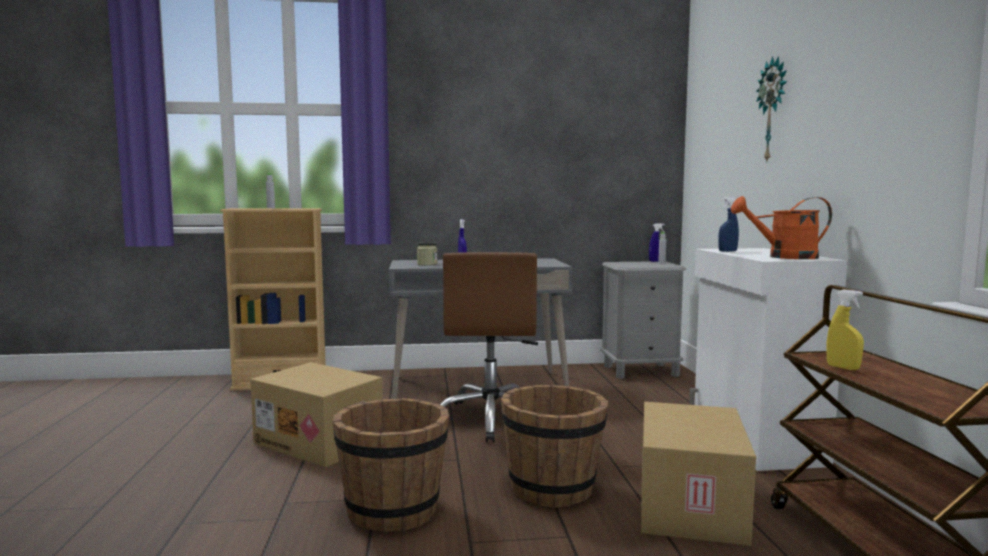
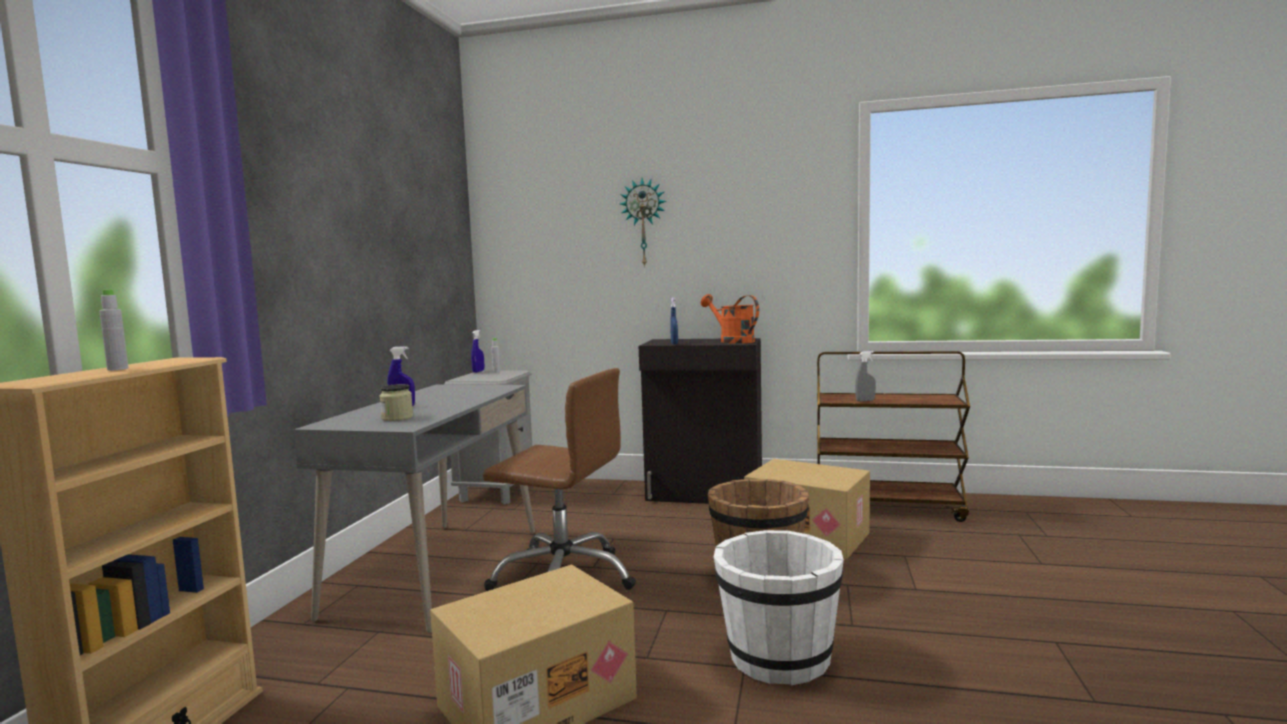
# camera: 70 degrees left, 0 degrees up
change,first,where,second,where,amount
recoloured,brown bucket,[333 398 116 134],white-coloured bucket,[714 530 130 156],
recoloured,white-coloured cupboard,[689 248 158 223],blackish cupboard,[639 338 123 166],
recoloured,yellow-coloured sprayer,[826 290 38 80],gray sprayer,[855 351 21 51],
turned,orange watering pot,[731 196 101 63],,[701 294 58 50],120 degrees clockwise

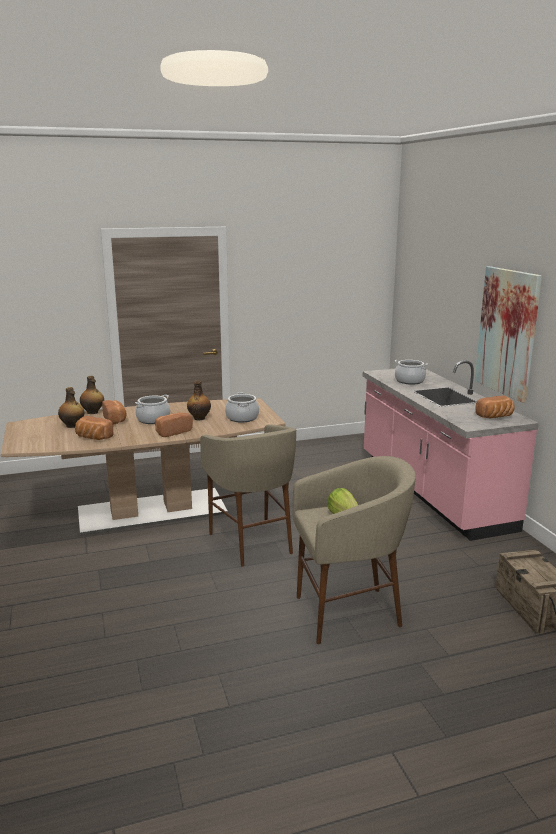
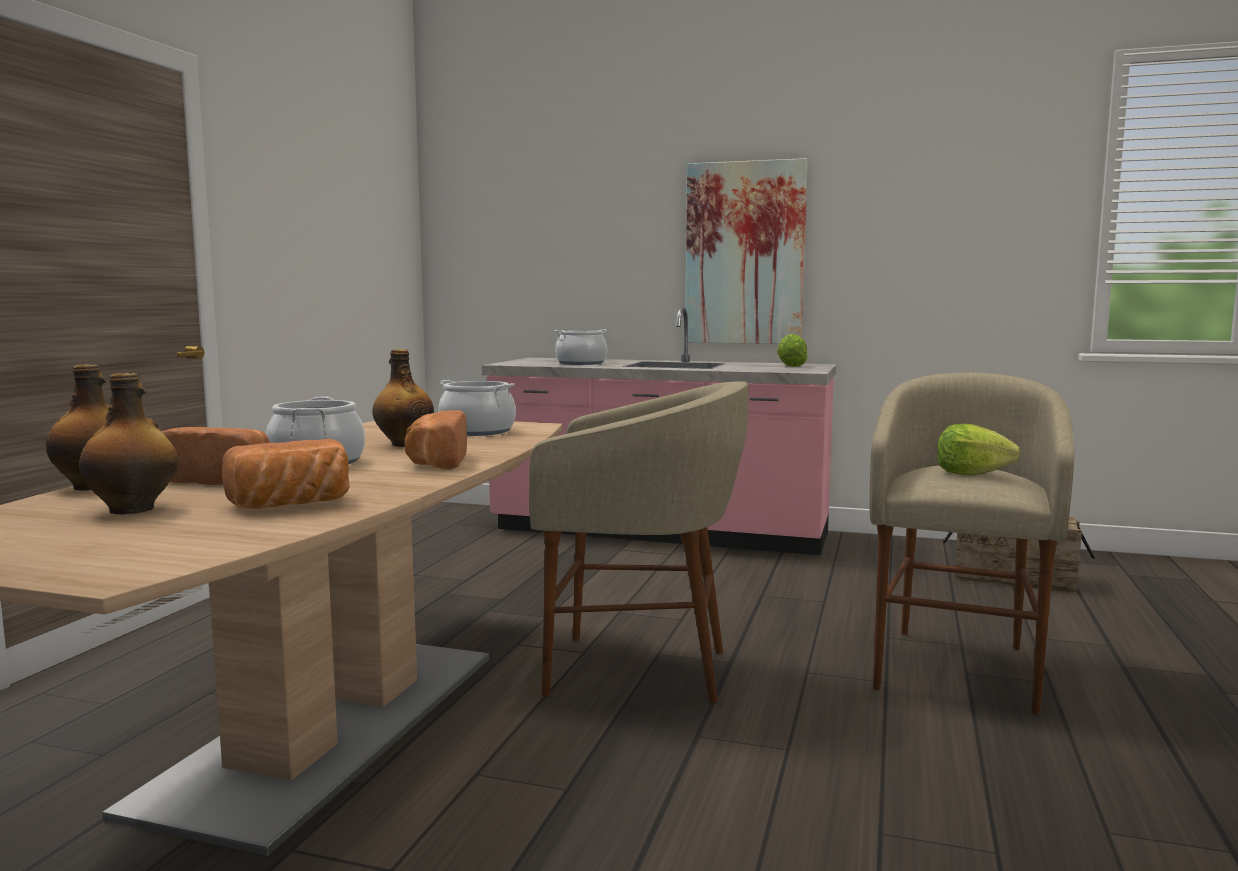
# camera: 55 degrees left, 10 degrees down
change,first,where,second,where,amount
replaced,bakery bread,[476 395 39 24],lettuce,[777 334 31 33],

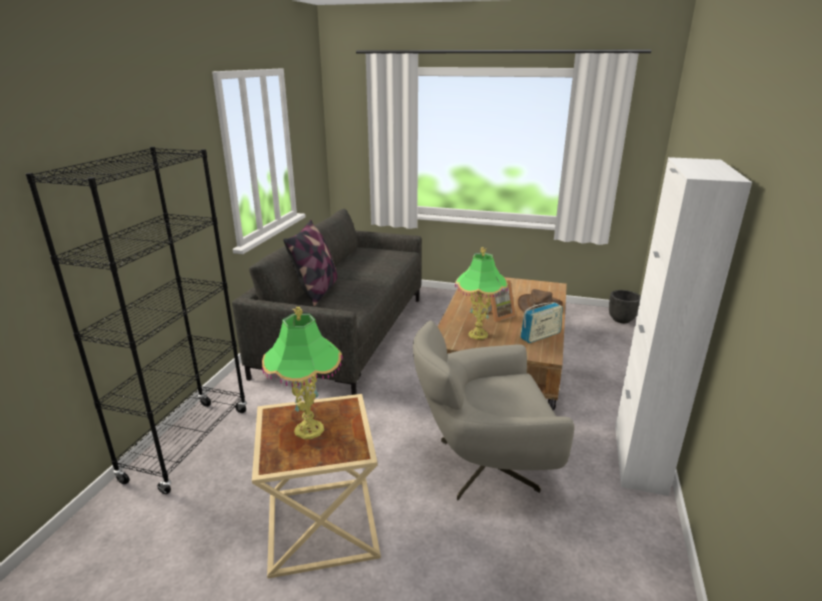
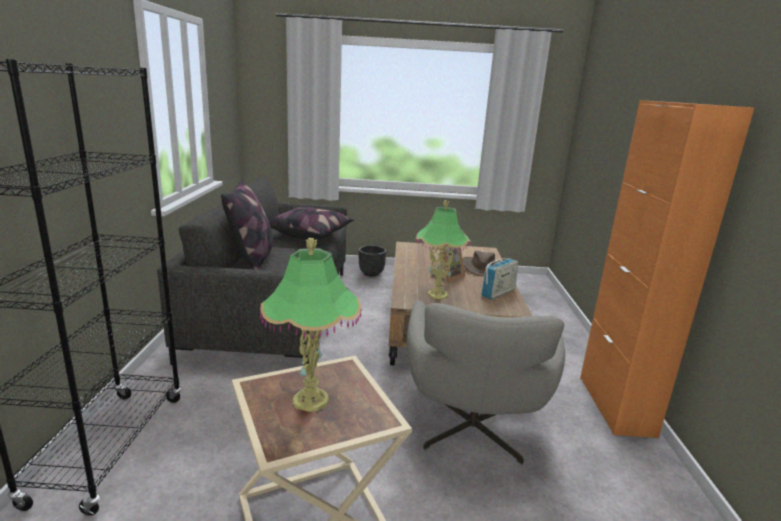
# camera: 15 degrees left, 5 degrees down
change,first,where,second,where,amount
added,,,pillow,[268 207 86 33],
moved,blackish planter,[609 290 32 33],,[359 246 27 30],
recoloured,white-coloured cupboard,[615 157 137 339],orange cupboard,[580 100 174 338],
turned,gray easy chair,[413 321 162 180],,[407 300 158 165],60 degrees counterclockwise

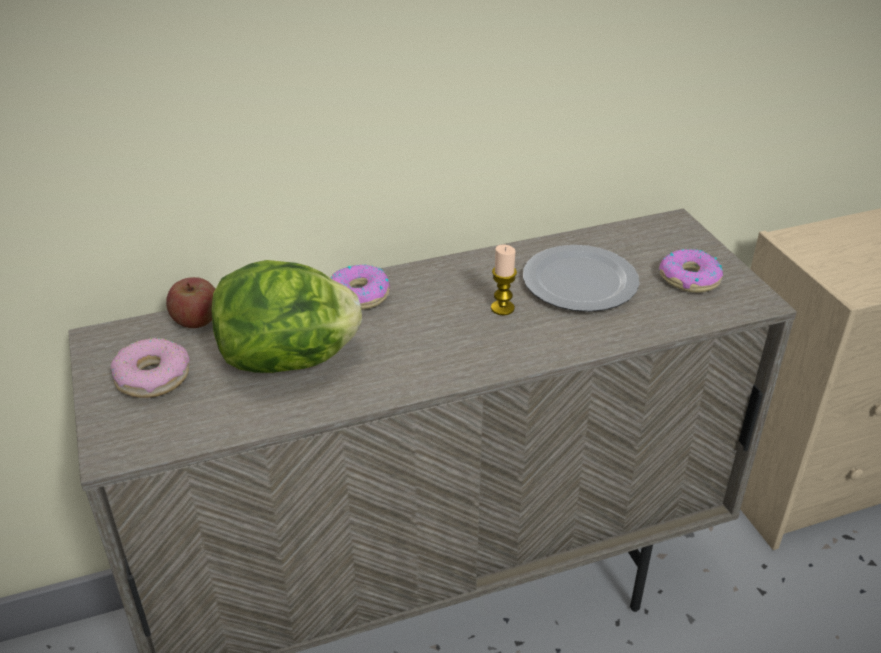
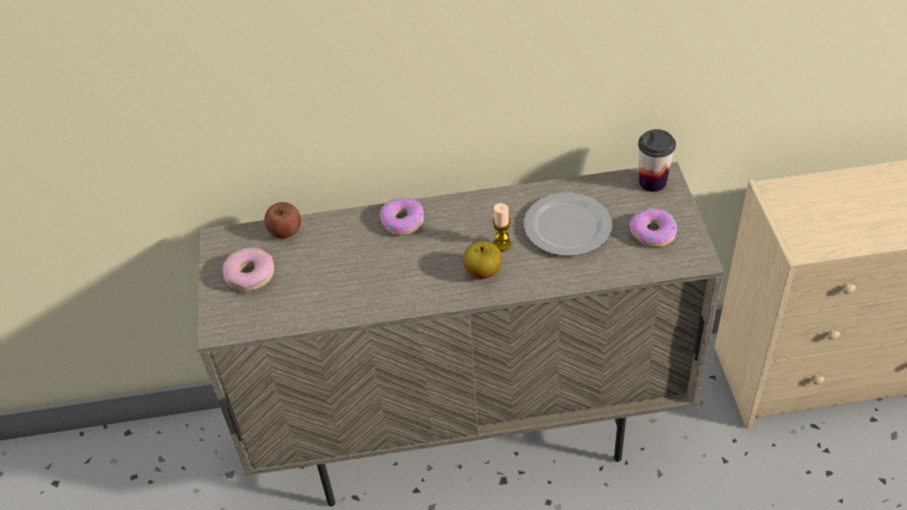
# camera: 15 degrees right, 10 degrees up
change,first,where,second,where,amount
removed,lettuce,[211 260 151 113],,,
added,,,whole apple,[463 241 39 38],
added,,,small cup,[638 129 38 63],

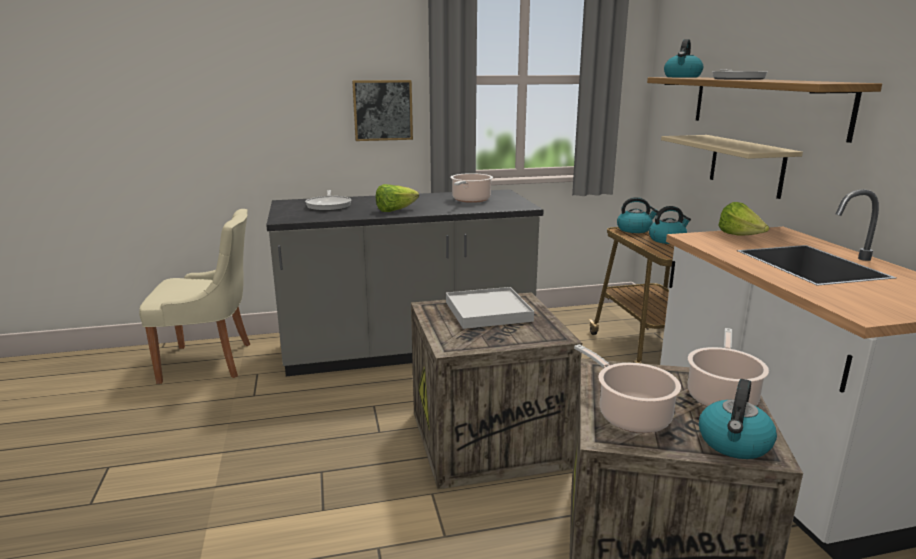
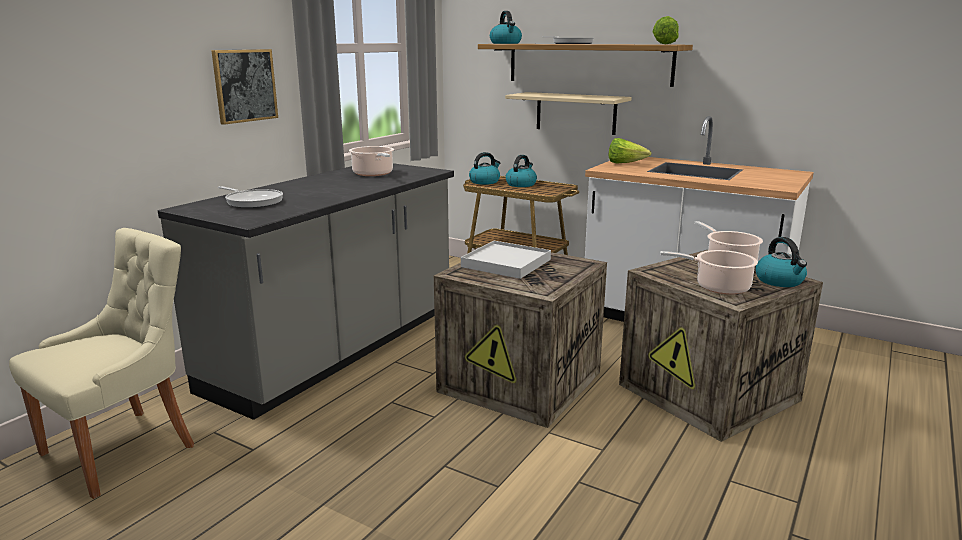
# camera: 45 degrees left, 0 degrees up
change,first,where,second,where,amount
moved,lettuce,[376 184 43 28],,[653 16 26 28],

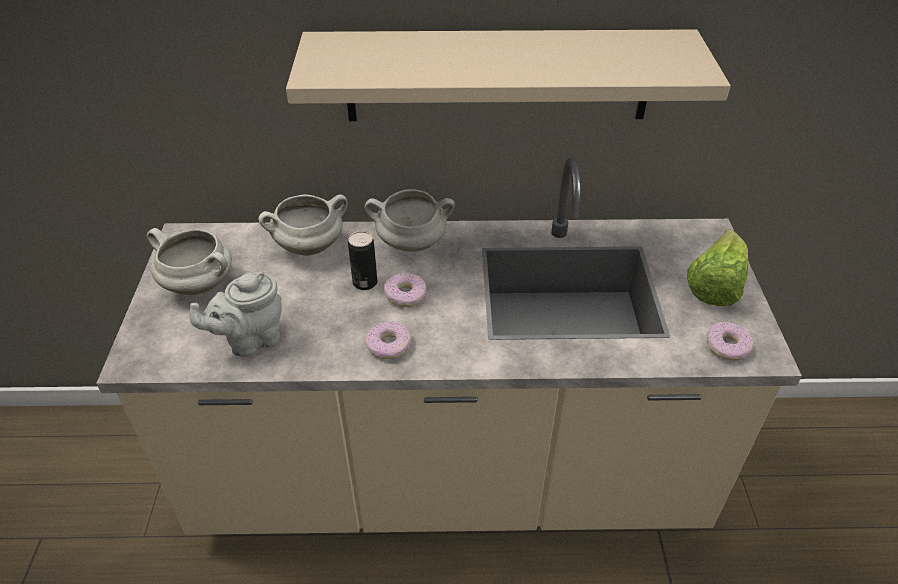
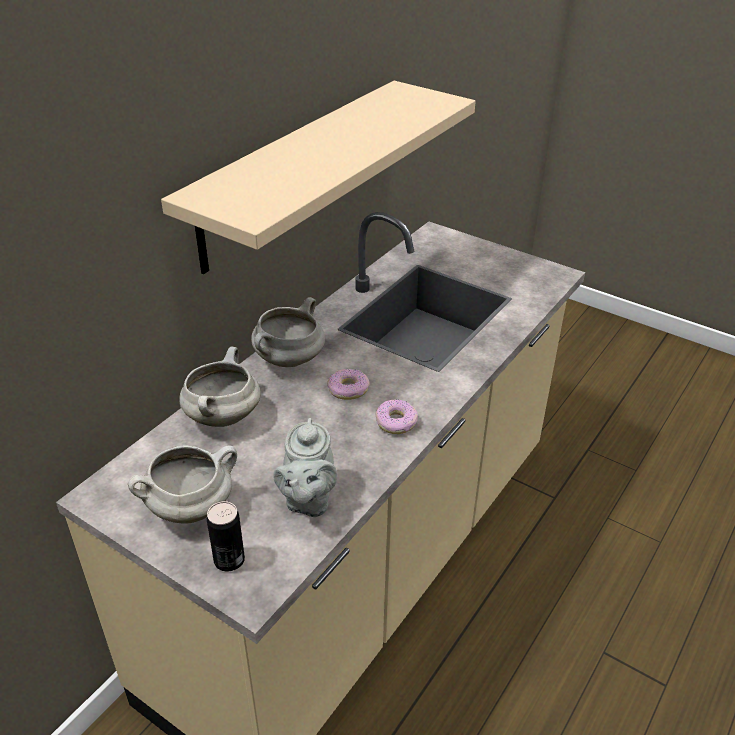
# camera: 55 degrees left, 5 degrees down
change,first,where,second,where,amount
removed,lettuce,[687 229 62 77],,,
removed,doughnut,[707 322 47 39],,,
moved,sealed can,[348 231 29 59],,[207 501 38 70],

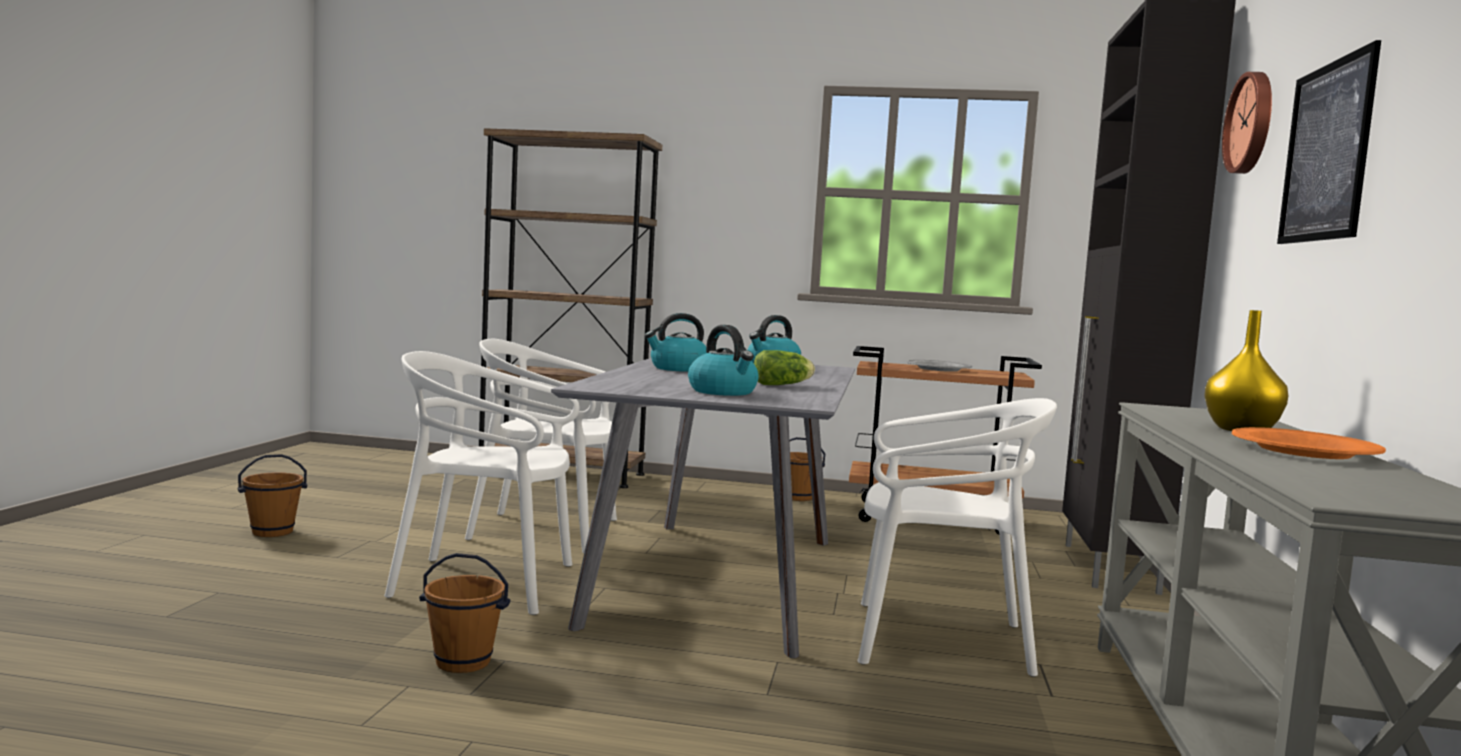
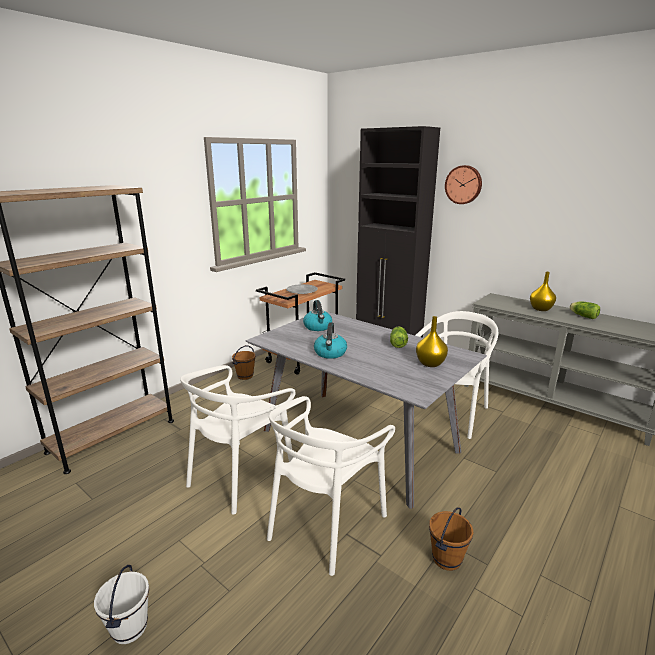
# camera: 60 degrees left, 15 degrees up
change,first,where,second,where,amount
removed,wall picture,[1277 40 104 204],,,
replaced,tea kettle,[688 325 71 71],yellow-coloured flower vase,[416 316 32 51],
replaced,orange dinner plate,[1232 427 154 32],lettuce,[569 301 31 18],
recoloured,brown bucket,[238 454 69 83],white-coloured bucket,[94 565 55 79],

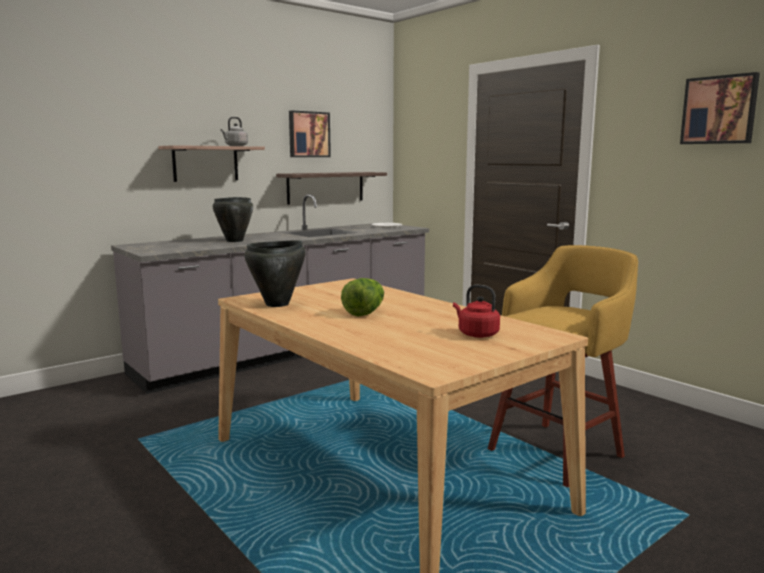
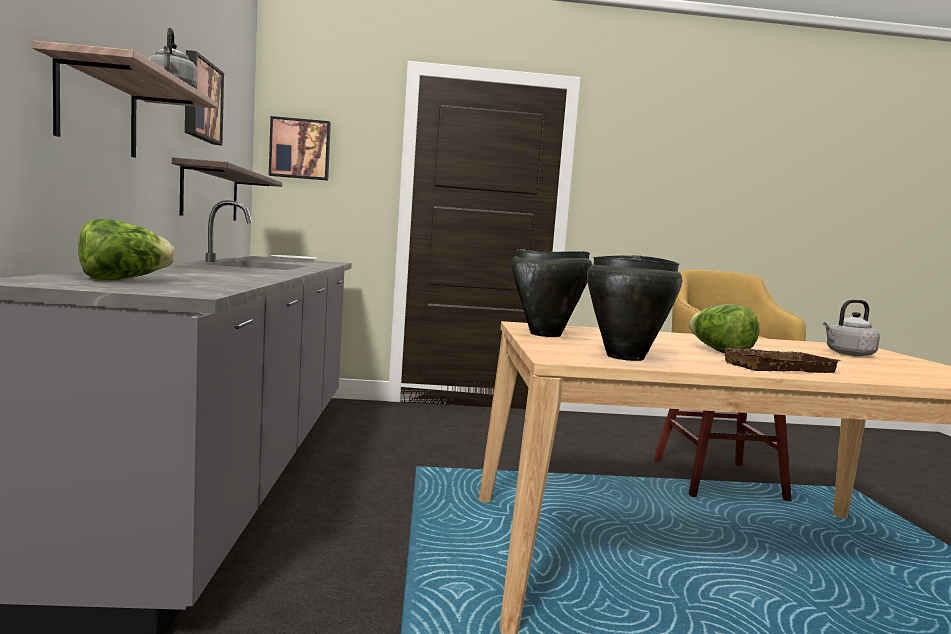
# camera: 55 degrees left, 5 degrees down
change,first,where,second,where,amount
added,,,lettuce,[78 219 97 61],
added,,,brown tray,[720 347 121 26],
moved,blackish cooking pot,[213 197 40 45],,[511 249 82 88],
moved,wall picture,[680 72 80 72],,[269 116 62 65],
recoloured,reddish tea kettle,[453 285 47 53],gray tea kettle,[822 300 58 56],

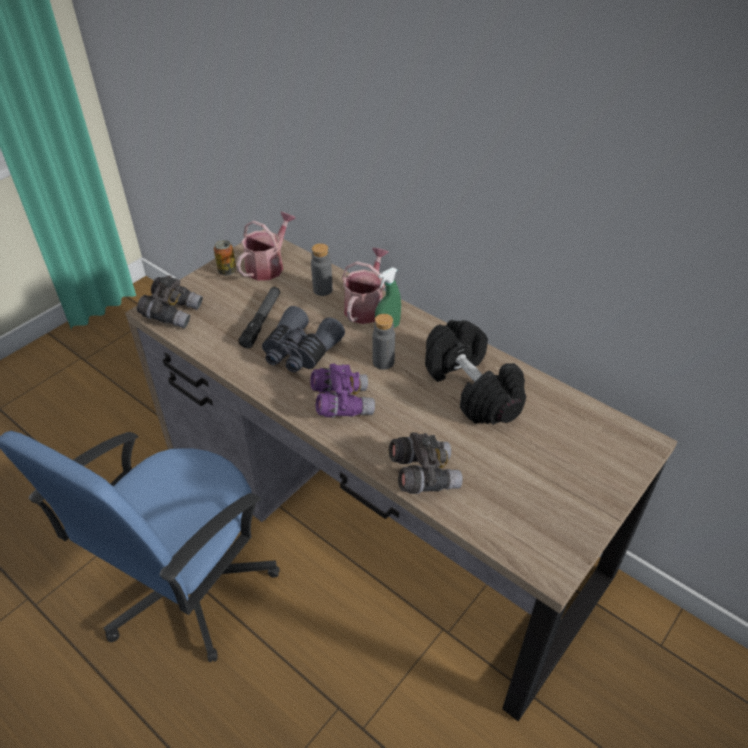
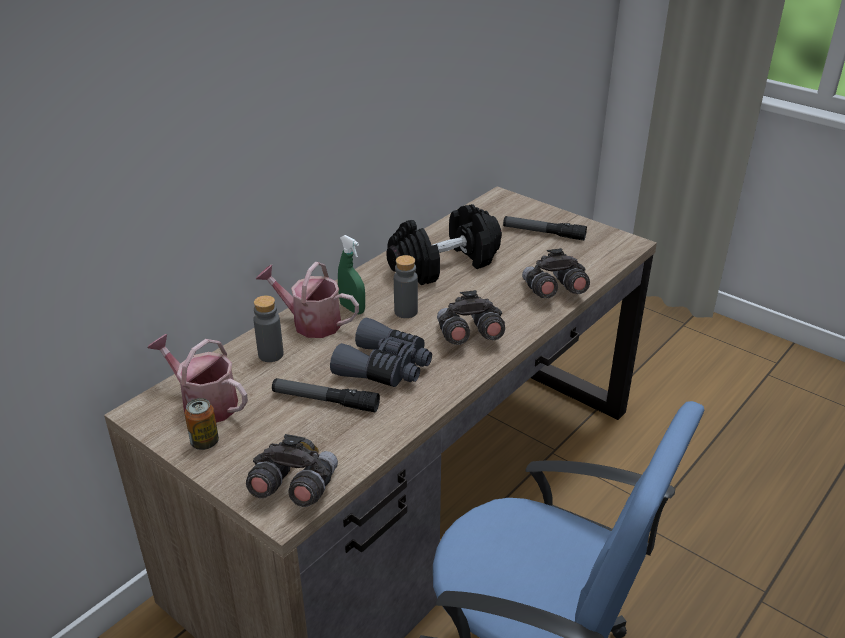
# camera: 90 degrees left, 10 degrees down
change,first,where,second,where,amount
added,,,torch,[503 216 84 24],
recoloured,purple field glasses,[310 363 65 55],gray field glasses,[437 290 68 55],

